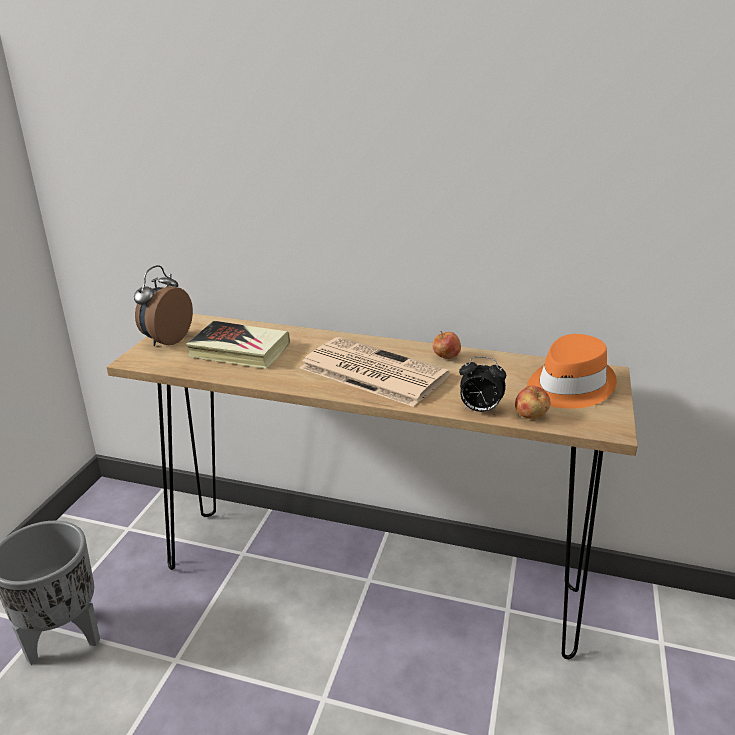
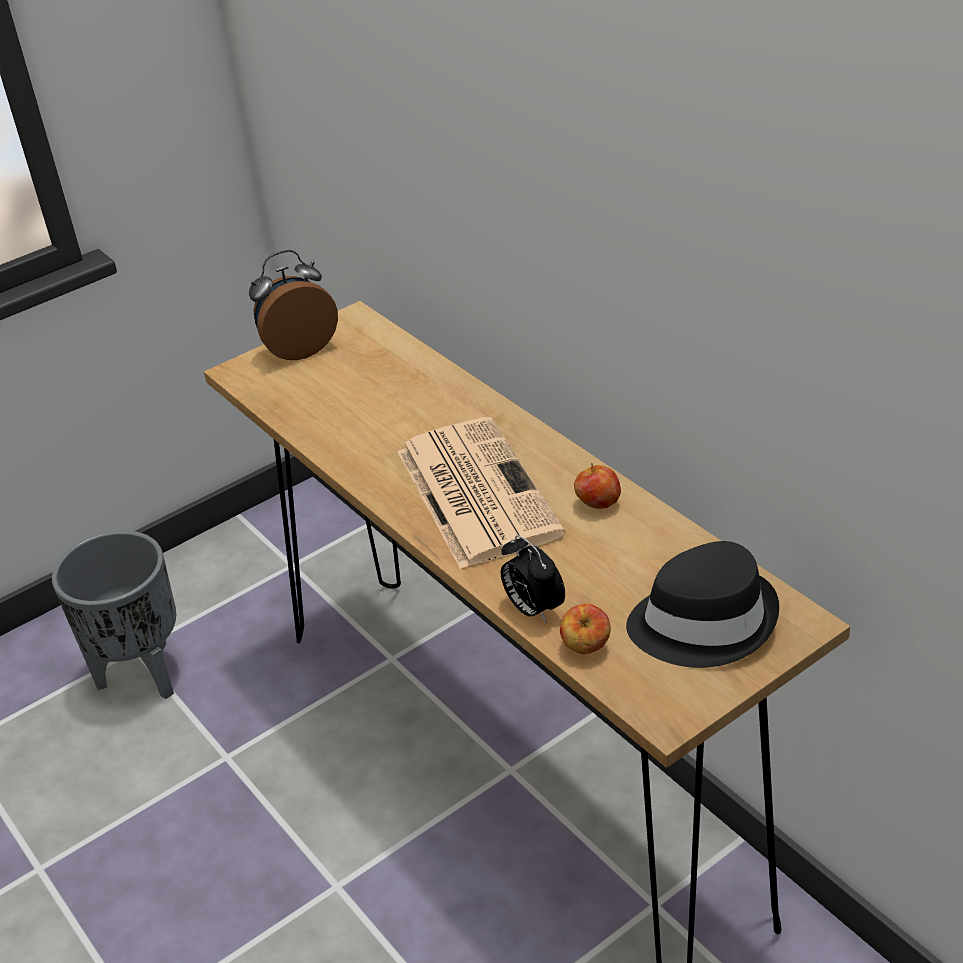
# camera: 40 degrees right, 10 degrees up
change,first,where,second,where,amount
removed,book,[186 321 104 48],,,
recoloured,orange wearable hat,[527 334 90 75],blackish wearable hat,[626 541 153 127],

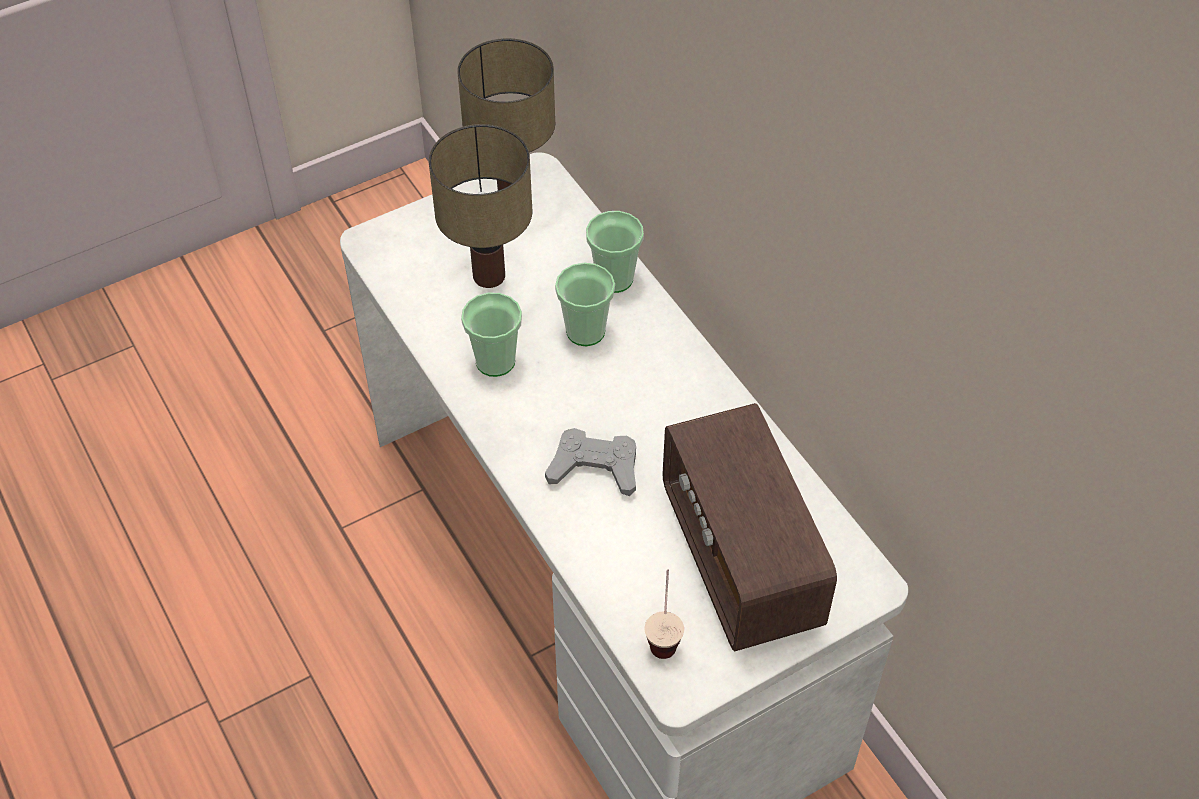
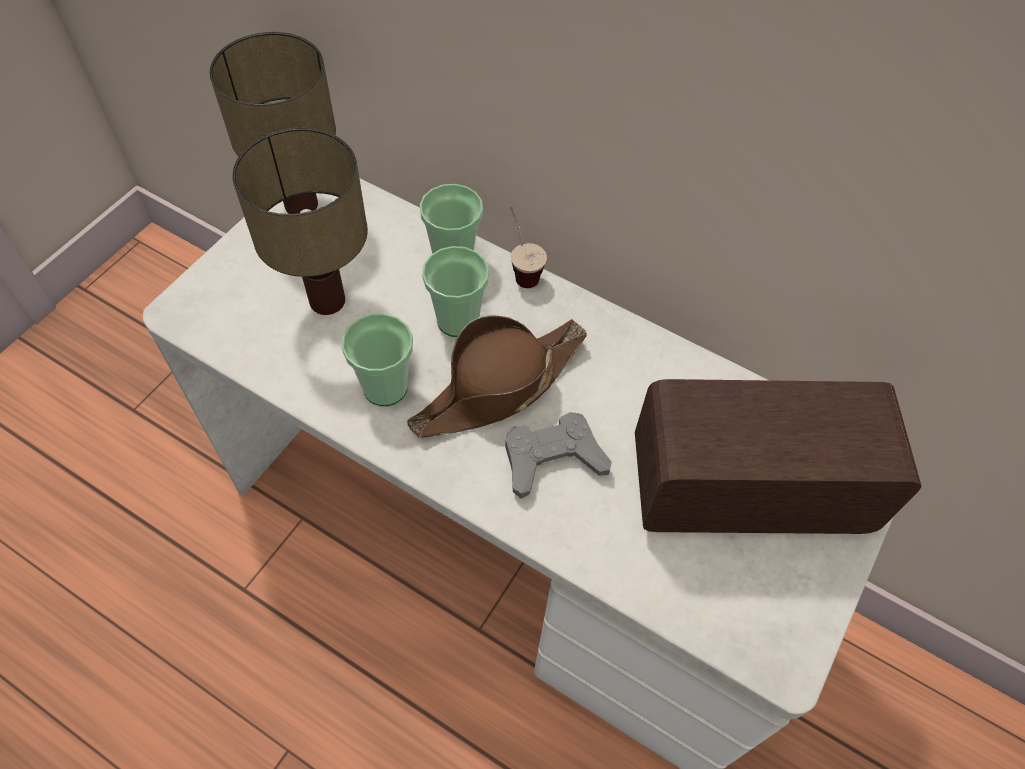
# camera: 30 degrees left, 5 degrees up
change,first,where,second,where,amount
added,,,brown wearable hat,[407 316 180 122],
moved,small cup,[644 569 40 90],,[510 206 37 82],
turned,radio set,[662 403 175 249],,[635 379 286 155],135 degrees clockwise

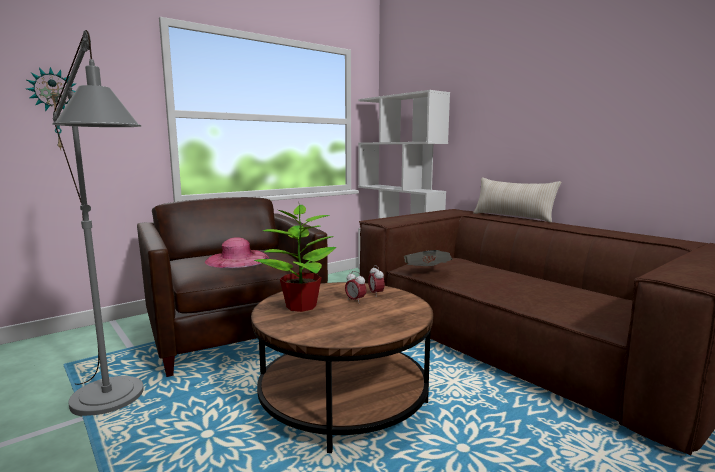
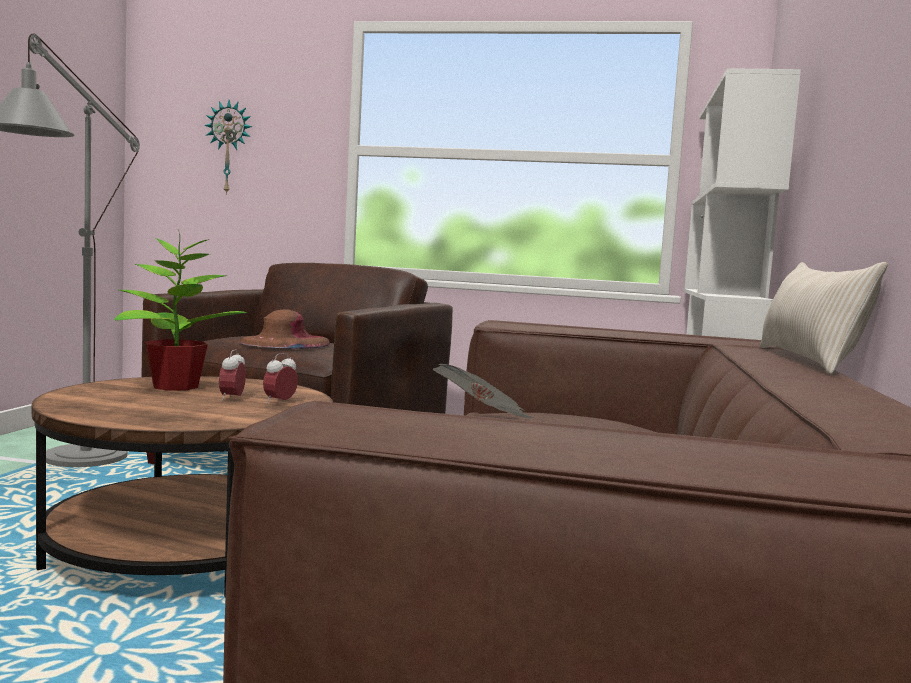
# camera: 50 degrees right, 5 degrees down
change,first,where,second,where,amount
recoloured,pink-coloured wearable hat,[205 237 64 31],brown wearable hat,[238 309 92 40],

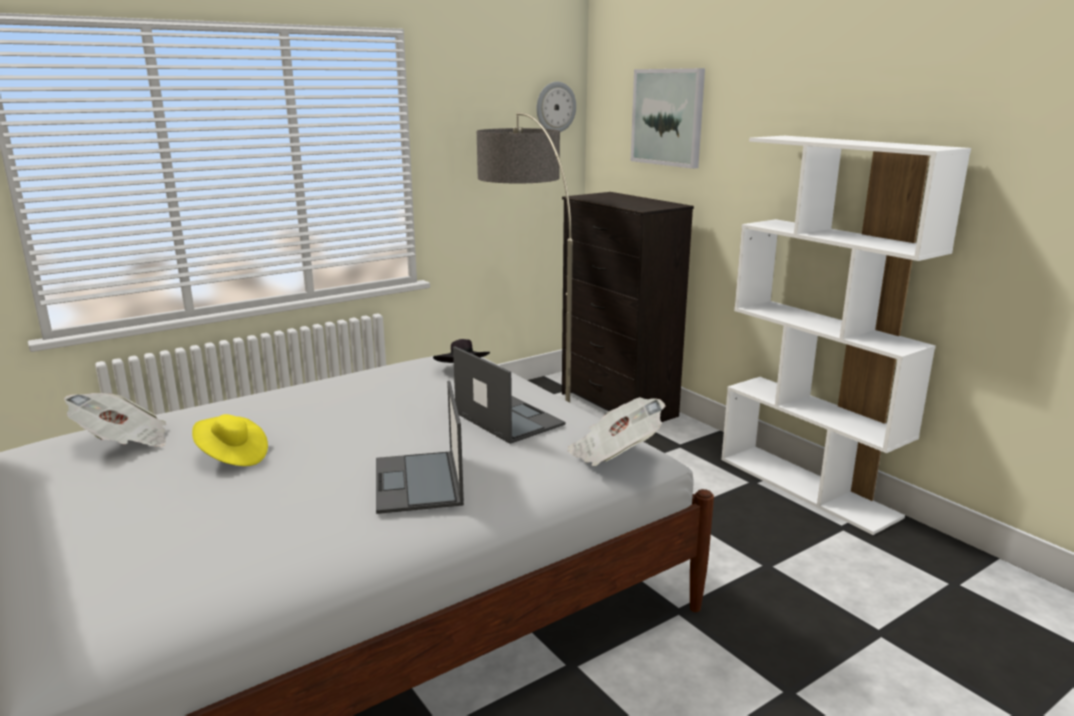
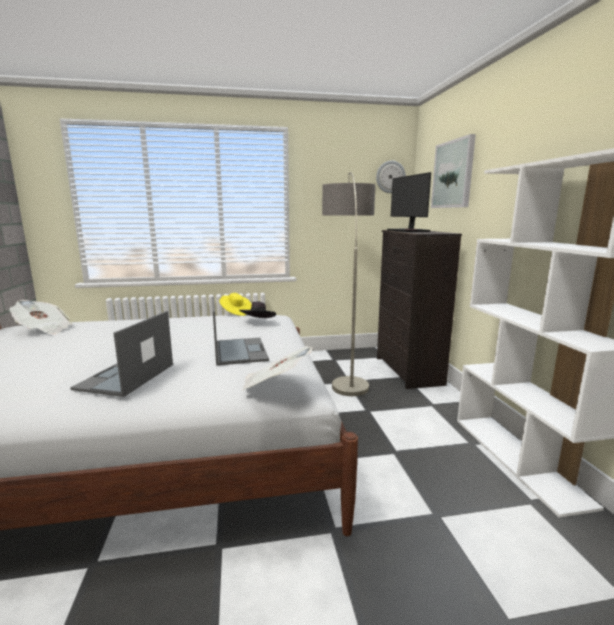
# camera: 25 degrees right, 5 degrees down
change,first,where,second,where,amount
added,,,monitor,[387 172 44 60],
moved,yellow-coloured wearable hat,[192 414 76 52],,[219 293 33 23],

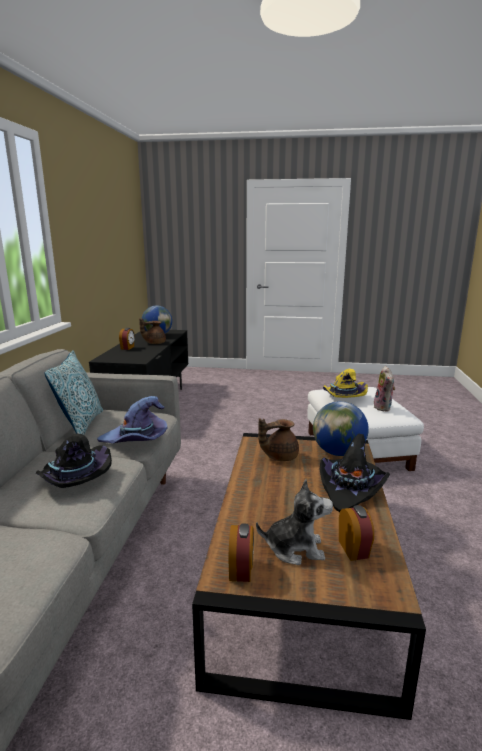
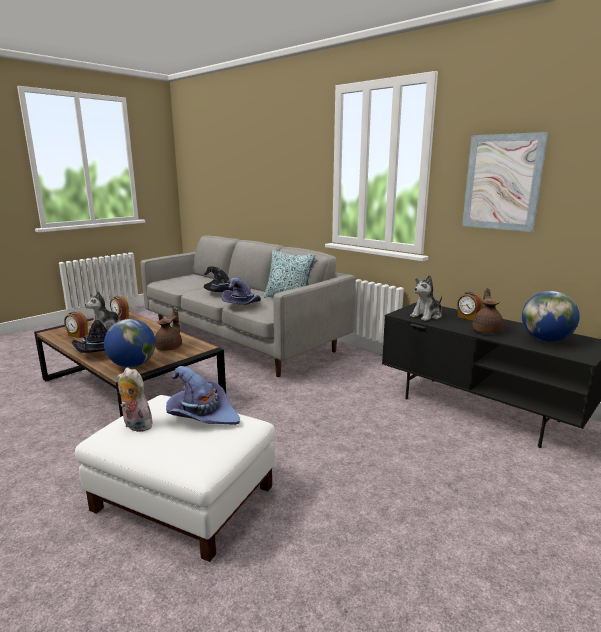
# camera: 125 degrees right, 0 degrees up
change,first,where,second,where,amount
added,,,soft toy,[410 275 32 46],
added,,,wall picture,[462 132 86 100],
recoloured,yellow-coloured wearable hat,[323 369 45 29],purple wearable hat,[166 366 74 59],

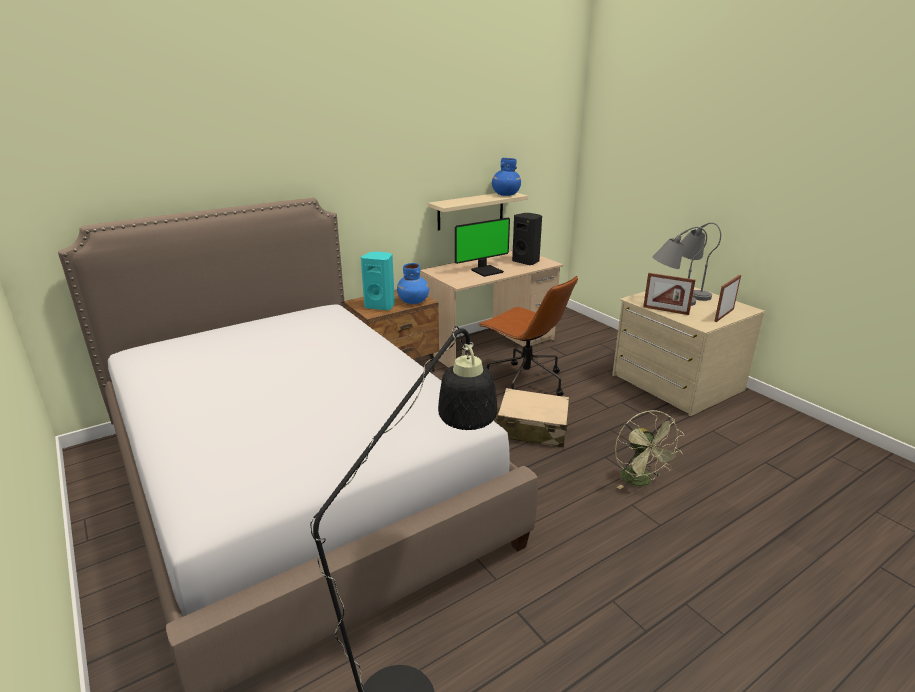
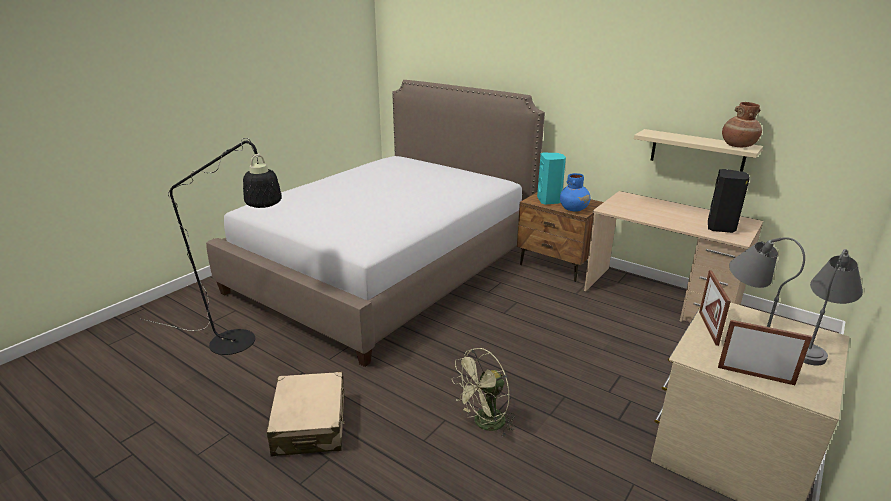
# camera: 70 degrees right, 0 degrees up
change,first,where,second,where,amount
removed,monitor,[455 217 55 60],,,
removed,brown desk chair,[478 276 100 120],,,
moved,beige piece of luggage,[496 388 73 60],,[267 372 78 84],
recoloured,blue-coloured flower vase,[492 158 29 38],brown flower vase,[722 102 40 45],

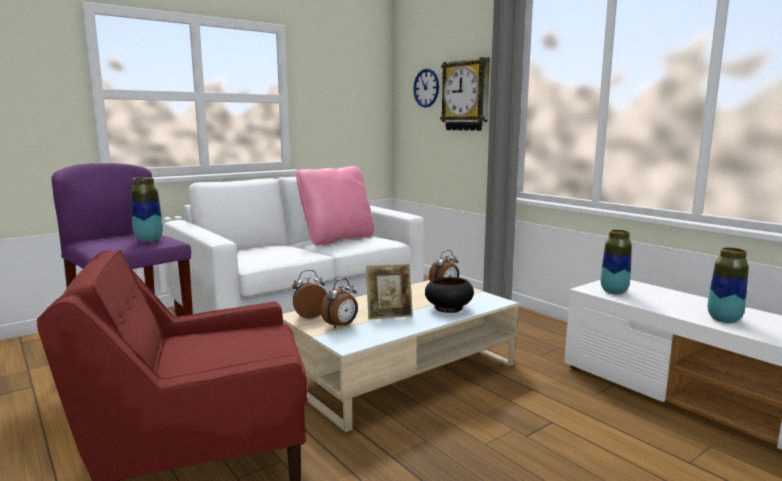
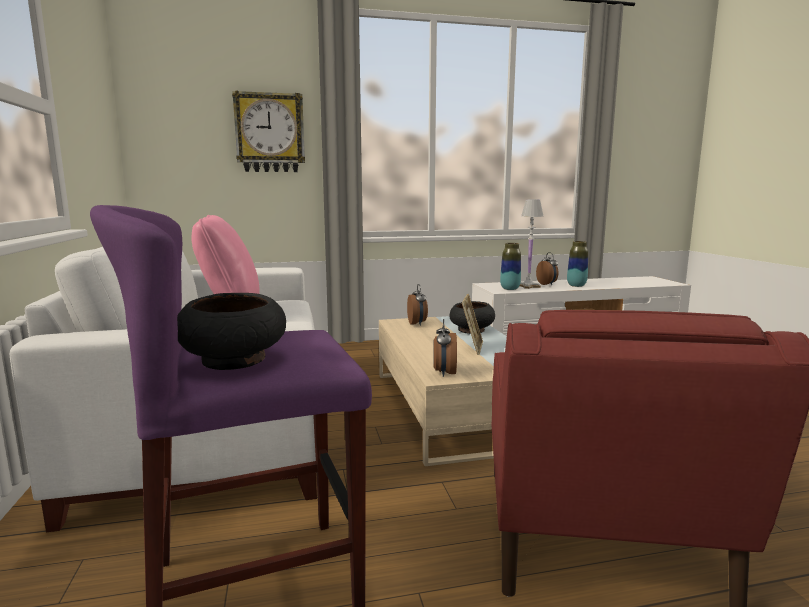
# camera: 65 degrees left, 0 degrees up
change,first,where,second,where,amount
removed,flower vase,[131 177 32 65],,,
removed,wall clock,[413 69 26 38],,,
added,,,blackish serving bowl,[177 293 109 77],
added,,,white-coloured lamp for a table,[519 199 25 90],
moved,alarm clock,[320 278 38 51],,[536 252 23 33],

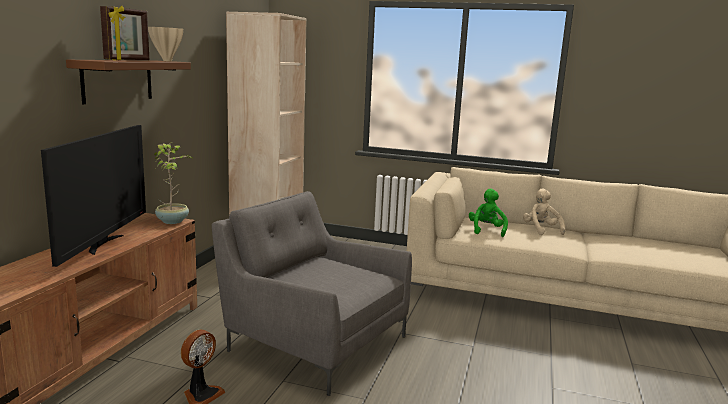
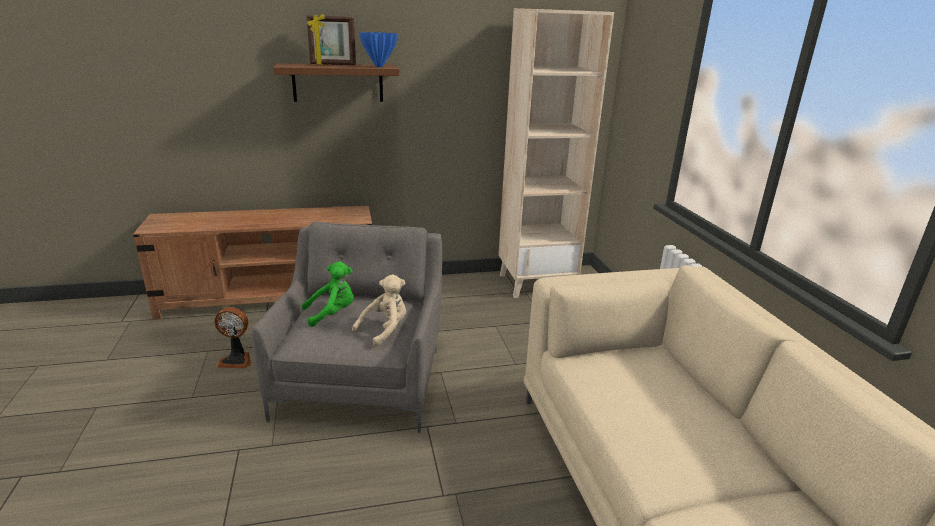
# camera: 60 degrees right, 10 degrees up
change,first,where,second,where,amount
removed,TV set,[41 125 105 142],,,
removed,plant in a pot,[154 142 40 82],,,
moved,green-coloured soft toy,[469 189 39 48],,[302 262 52 65],
moved,beige soft toy,[523 189 42 46],,[352 274 54 73],
recoloured,beige flower vase,[148 27 35 34],blue-coloured flower vase,[359 32 39 35],

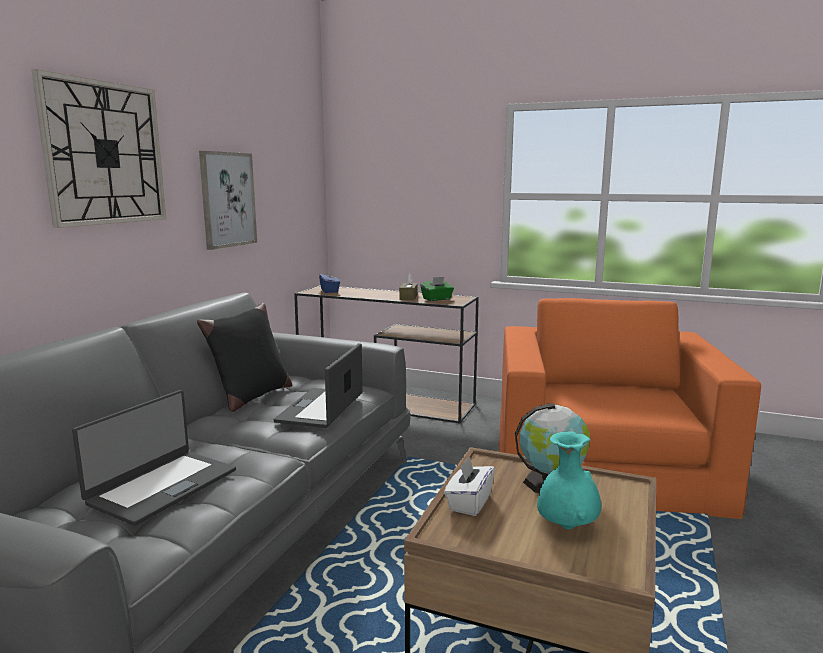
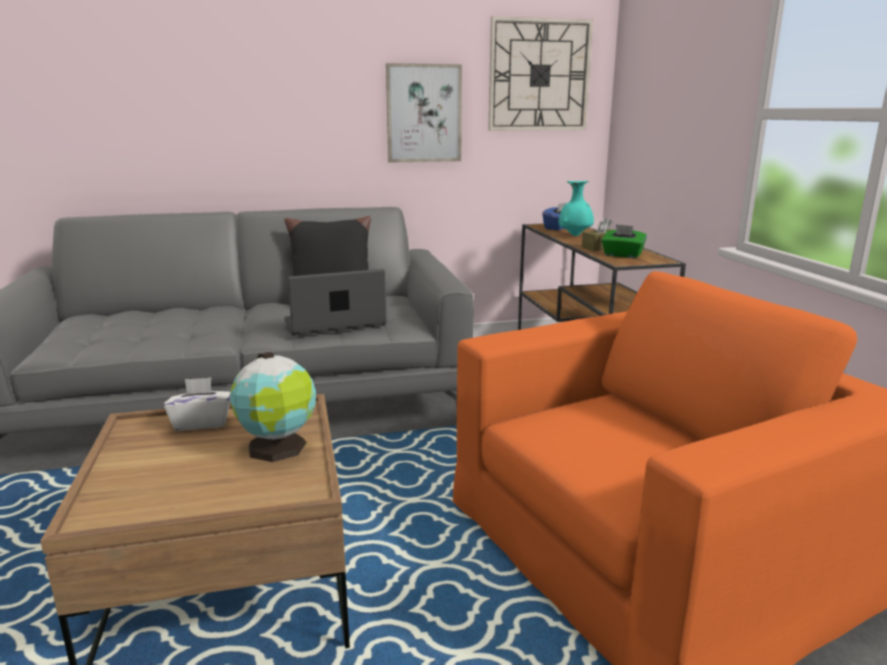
# camera: 55 degrees right, 5 degrees up
change,first,where,second,where,amount
removed,laptop,[72 390 164 136],,,
moved,wall clock,[32 69 134 159],,[488 16 105 115],
moved,blue-green flower vase,[537 432 64 97],,[558 181 36 55],

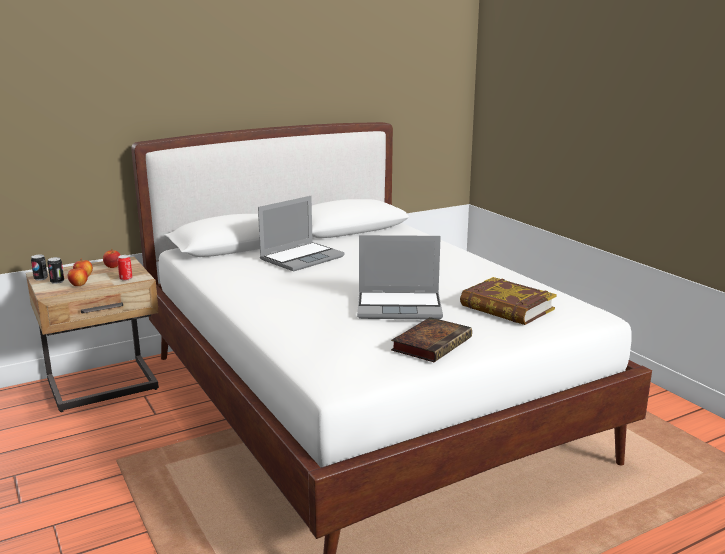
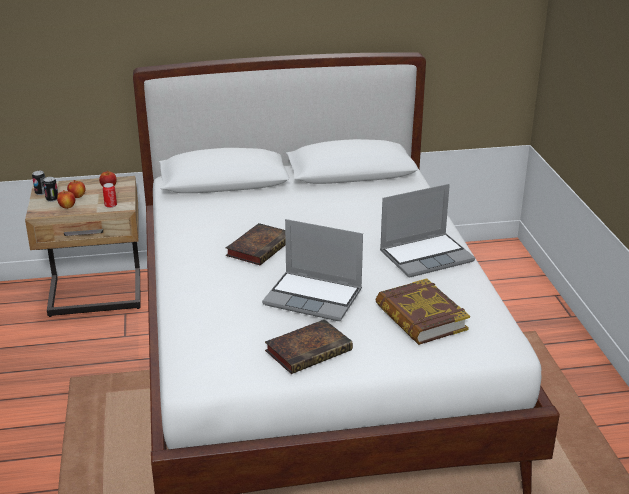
# camera: 20 degrees right, 10 degrees up
change,first,where,second,where,amount
added,,,book,[226 223 60 42],
moved,laptop,[258 196 87 76],,[380 184 95 94],

